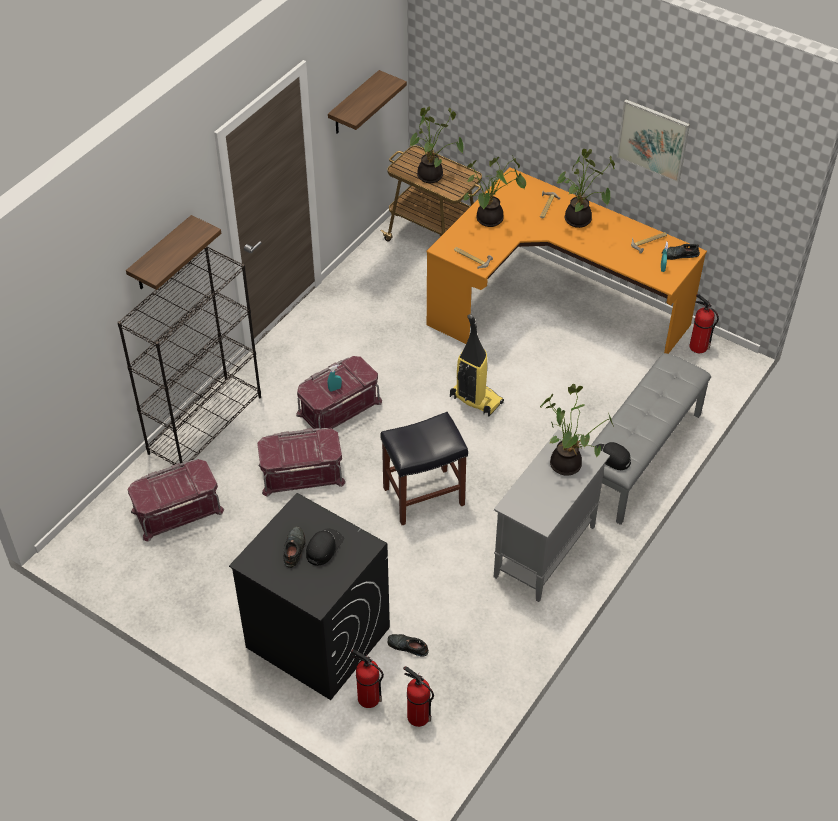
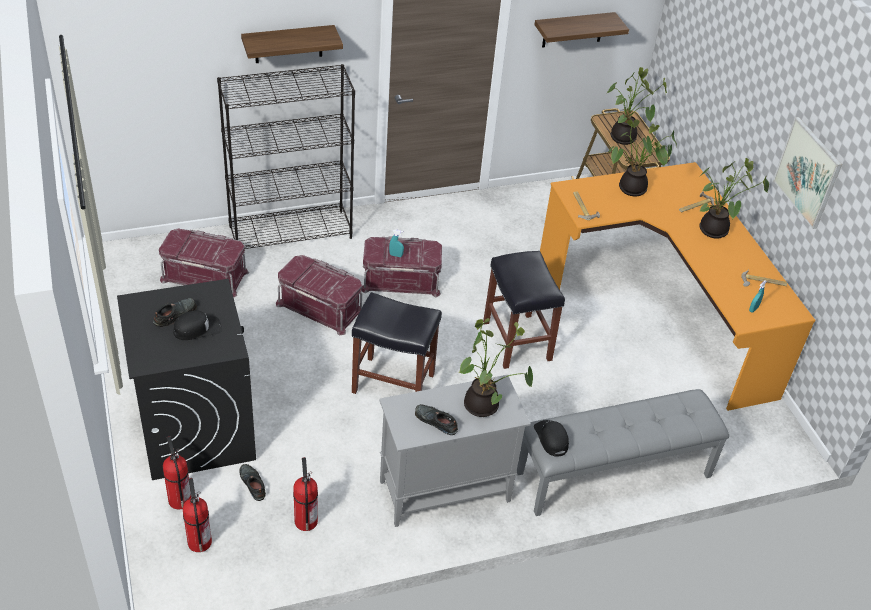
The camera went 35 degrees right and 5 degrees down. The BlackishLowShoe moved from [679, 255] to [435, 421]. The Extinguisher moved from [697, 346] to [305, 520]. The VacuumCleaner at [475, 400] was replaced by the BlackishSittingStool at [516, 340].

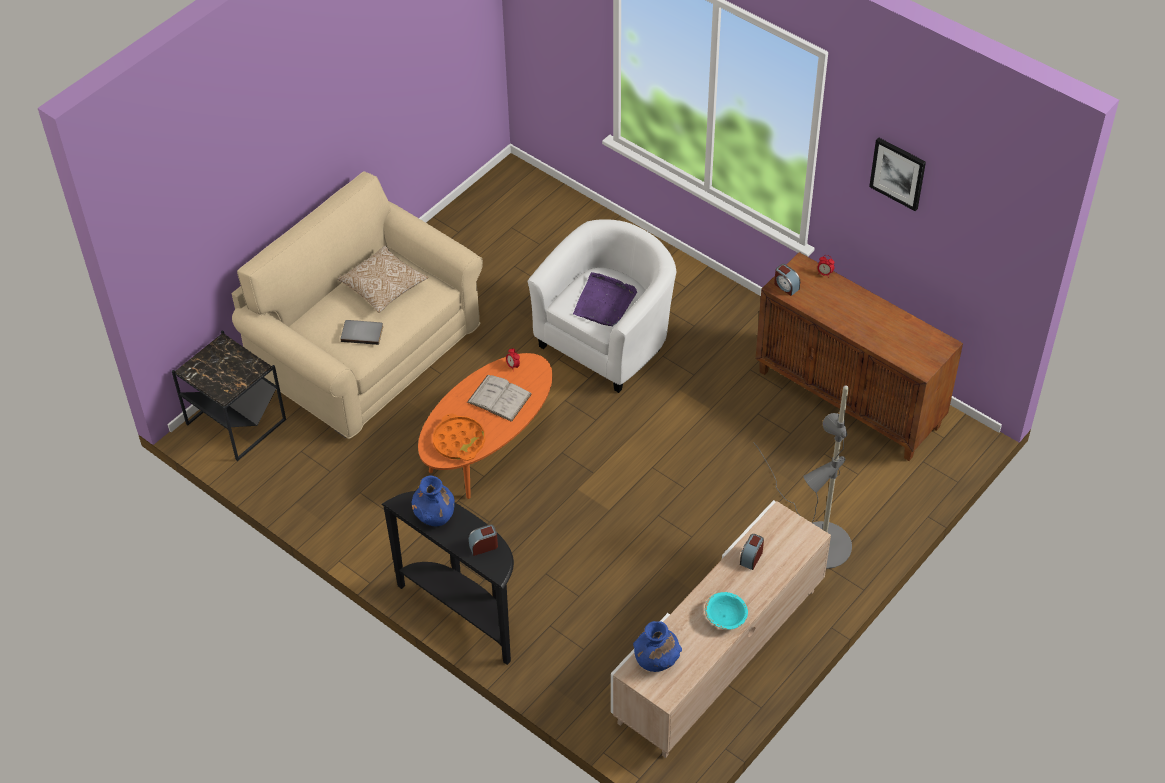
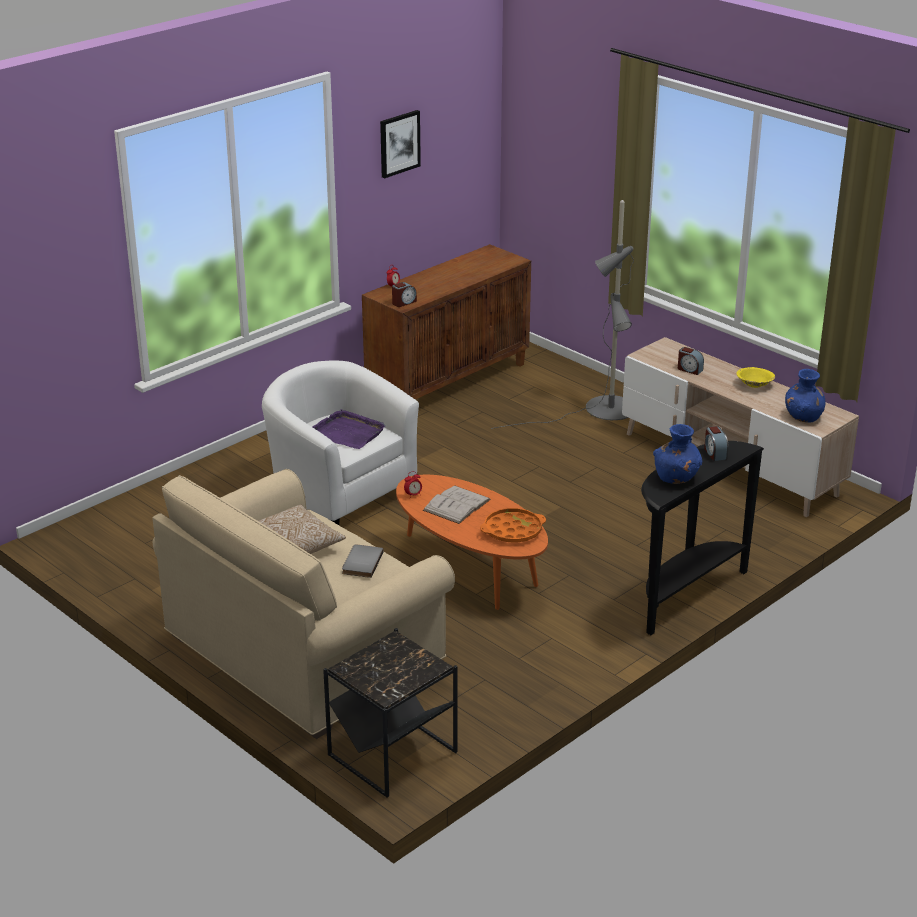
The camera went 85 degrees left and 20 degrees down. The BlueGreenBowl at [725, 617] became the YellowBowl at [754, 384].

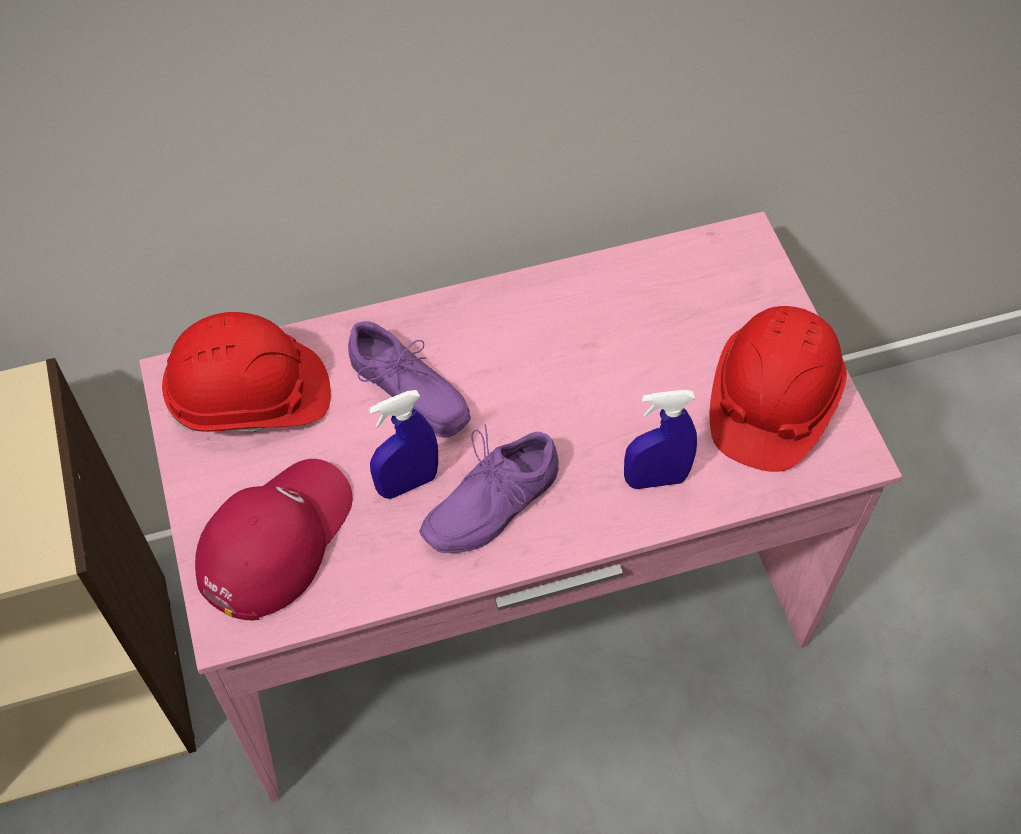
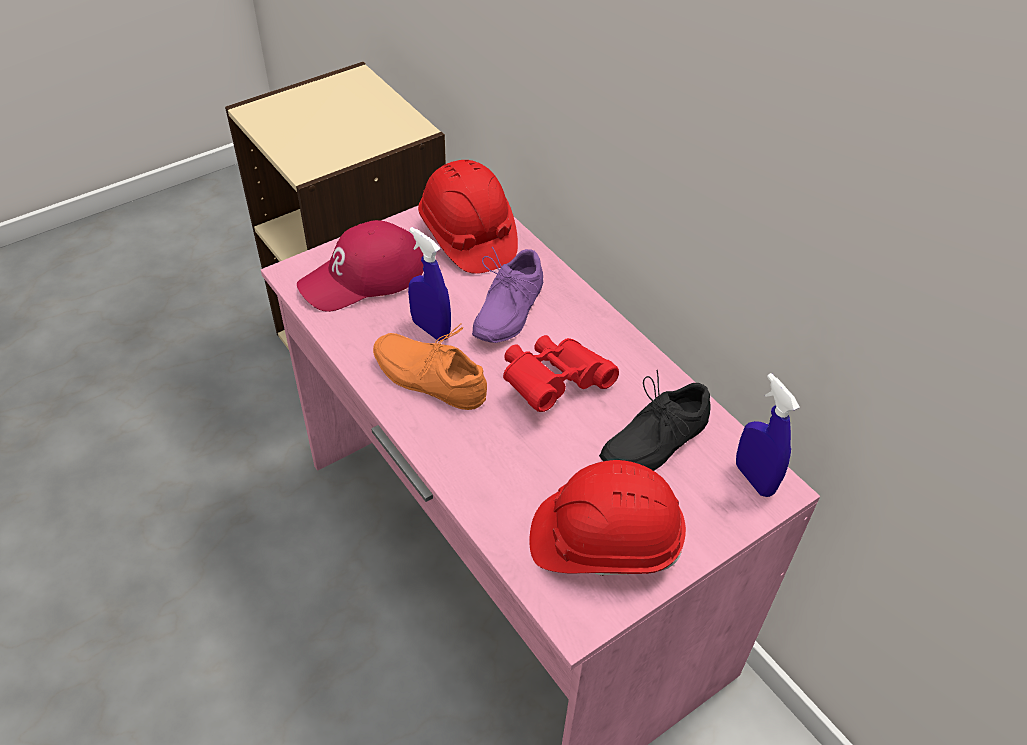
The camera went 70 degrees right and 10 degrees down. The BlueColouredSprayBottle moved from [655, 479] to [754, 478]. The PurpleColouredLowShoe at [487, 501] became the OrangeLowShoe at [432, 376]. The ReddishCap at [275, 539] turned 135 degrees clockwise. The ReddishFieldGlasses at [553, 384] appeared. The BlackishLowShoe at [651, 439] appeared.

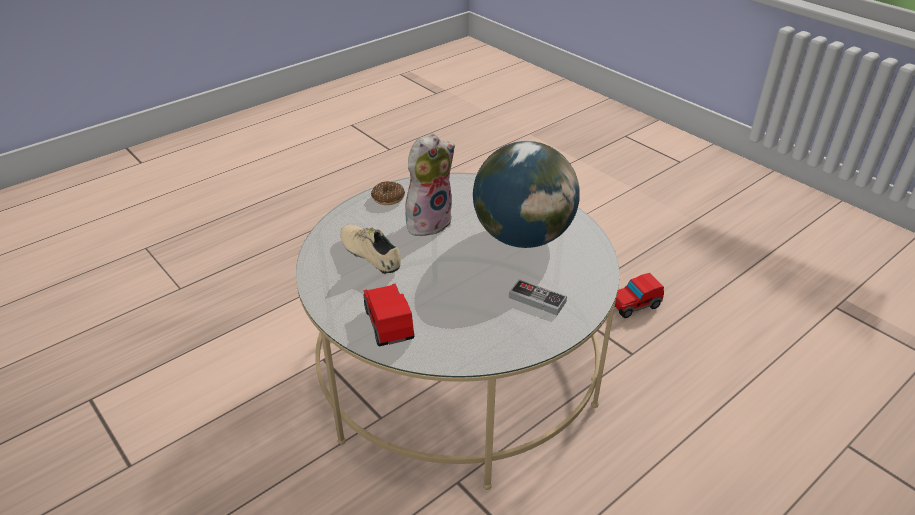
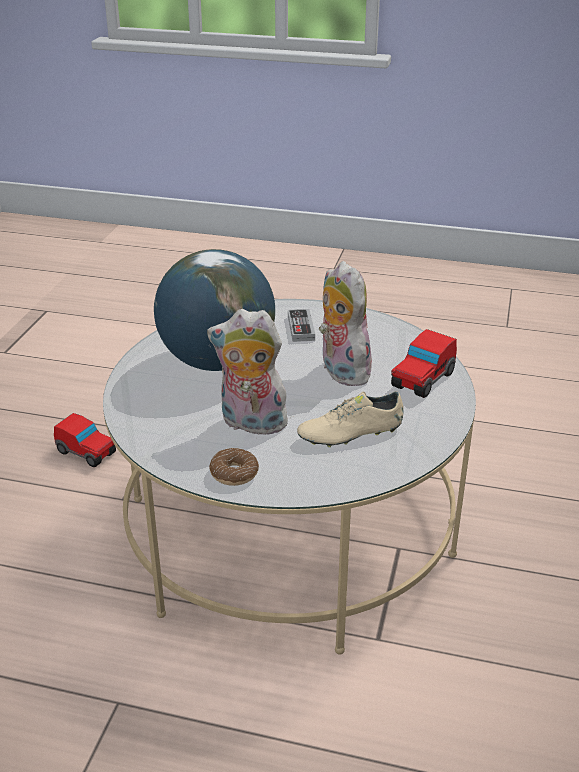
The camera went 125 degrees left and 5 degrees down. The BeigeLowShoe at [370, 255] turned 60 degrees clockwise. The SoftToy at [340, 371] appeared.

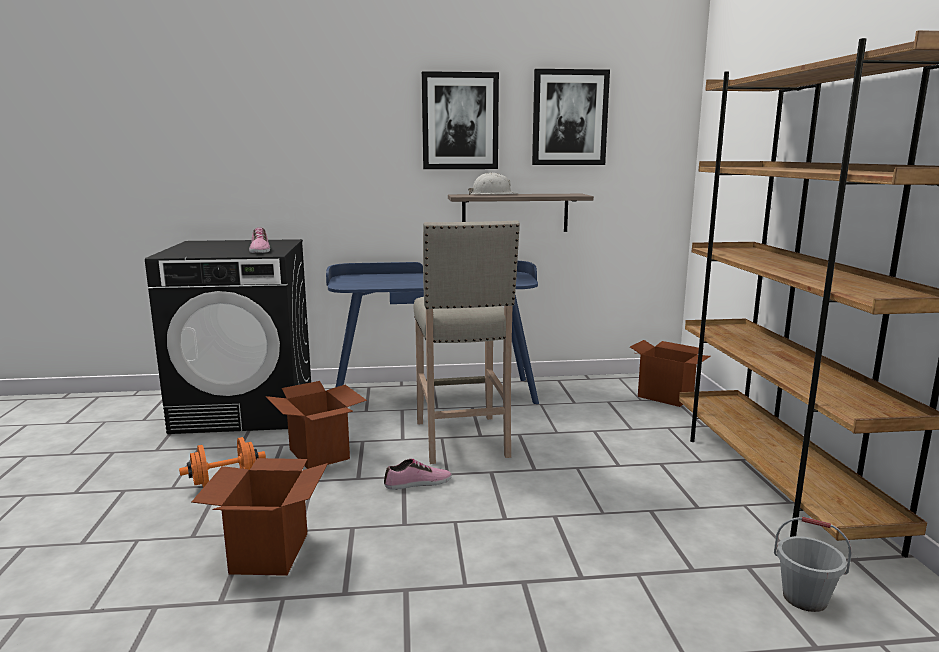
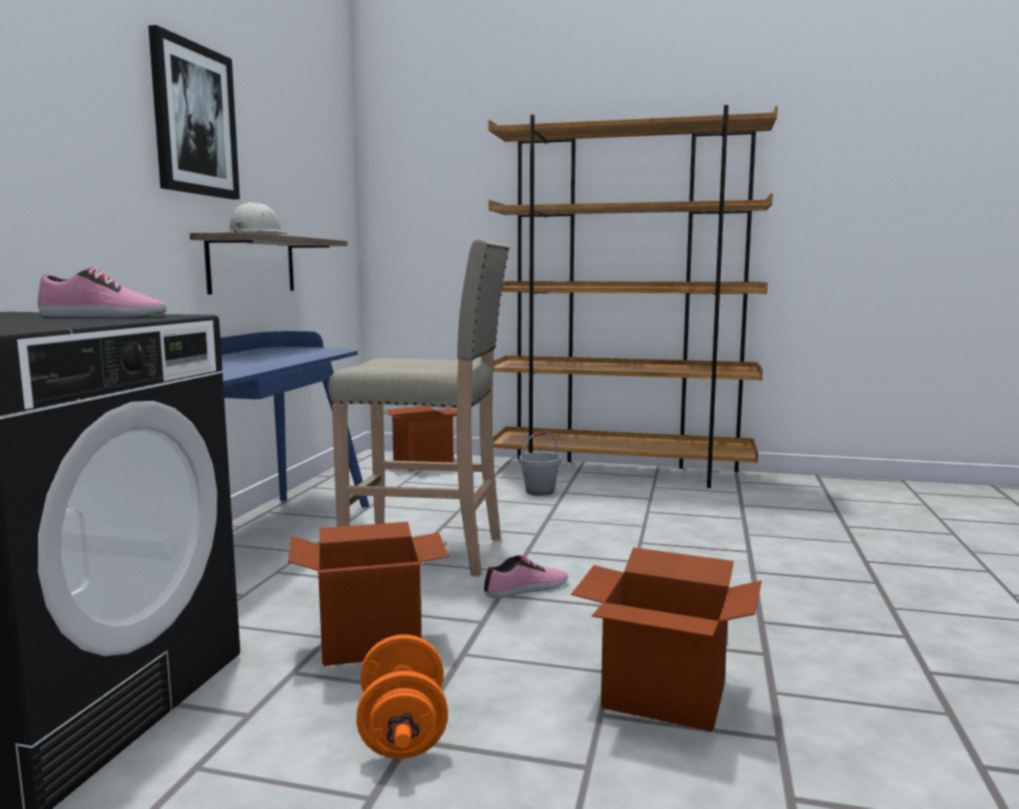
The camera went 70 degrees left and 5 degrees down. The Picture at [569, 118] disappeared. The LowShoe at [418, 483] turned 60 degrees clockwise. The GreyWaterBucket moved from [805, 598] to [539, 491].

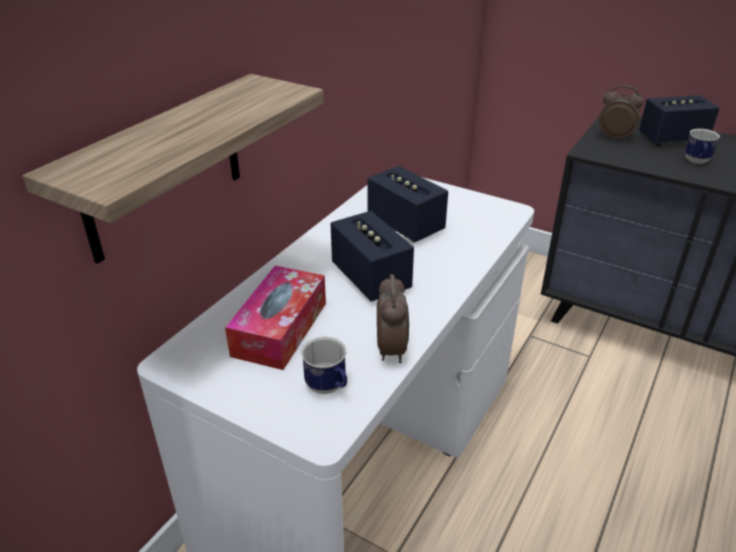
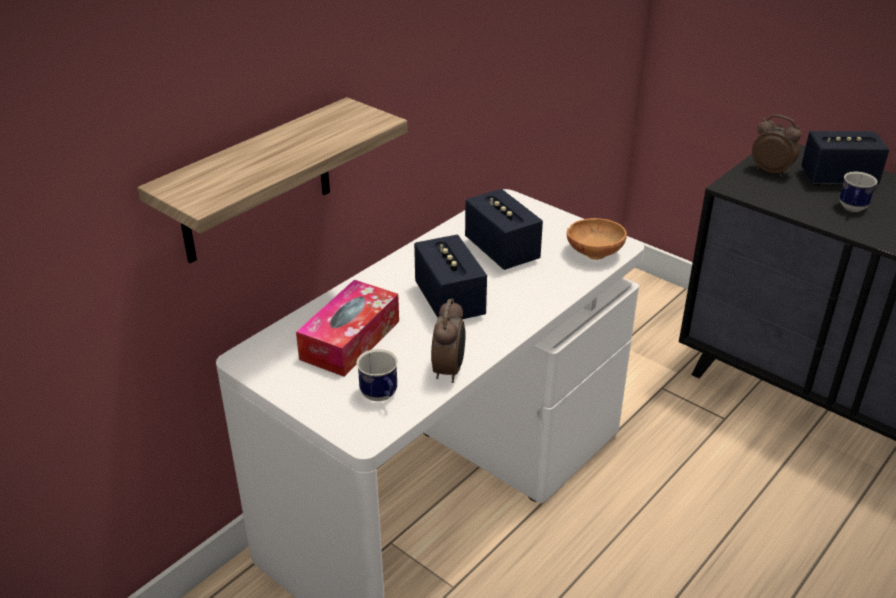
The camera went 10 degrees right and 0 degrees up. The BrownColouredBowl at [594, 252] appeared.

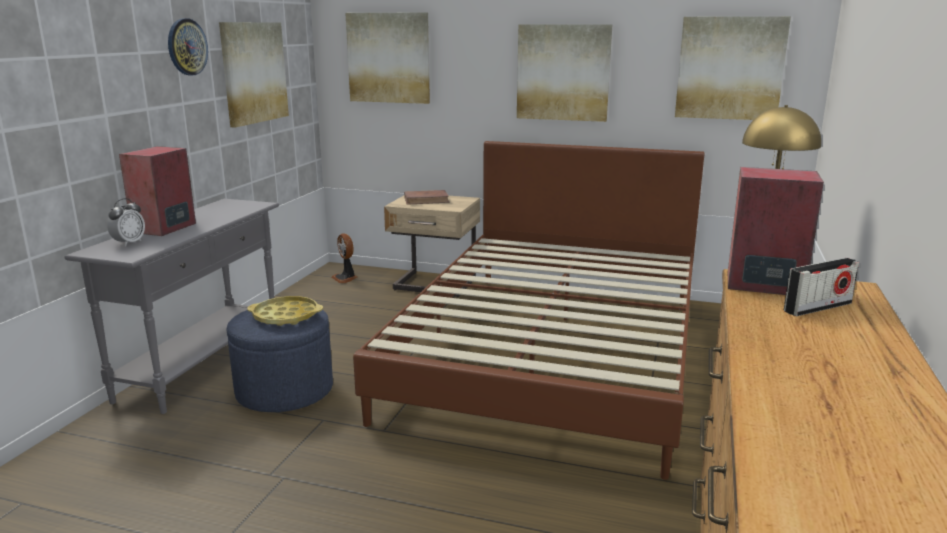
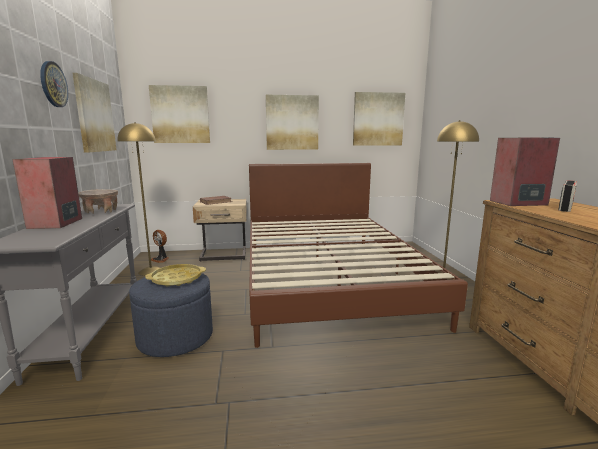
The camera went 25 degrees left and 5 degrees down. The AlarmClock at [129, 243] disappeared. The YellowFloorLamp at [151, 271] appeared. The BeigeBowl at [100, 212] appeared.

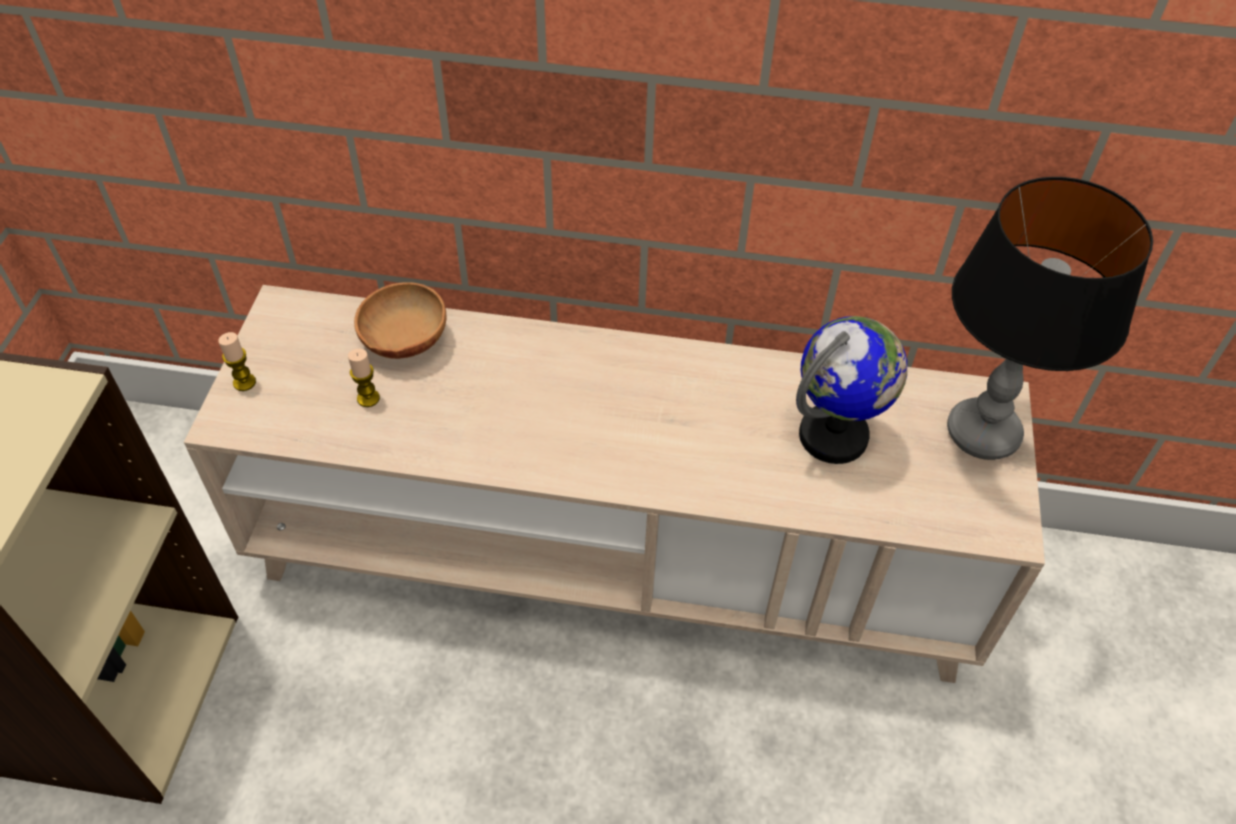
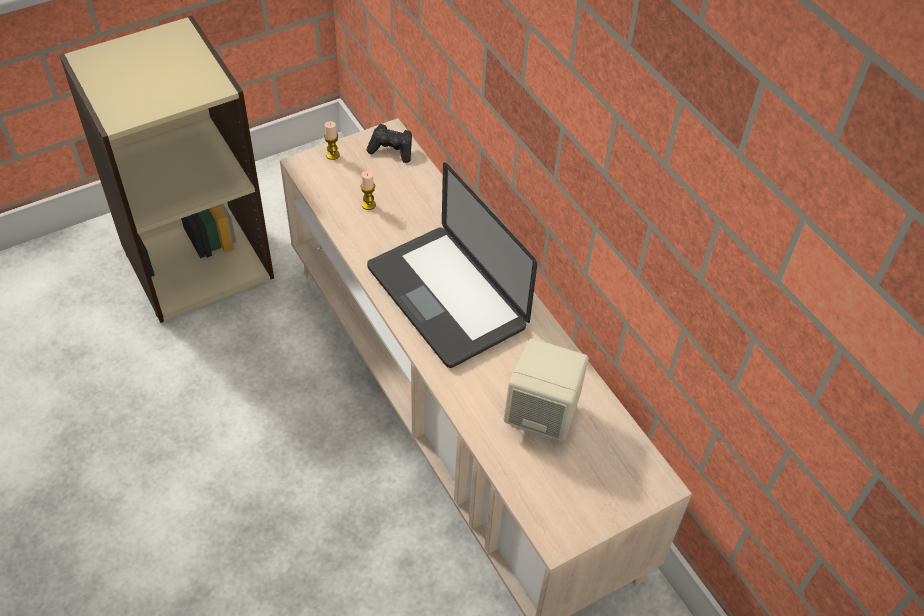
The camera went 50 degrees right and 0 degrees up. The TableLamp at [983, 434] disappeared. The BrownColouredBowl at [403, 341] disappeared. The DeskGlobe at [834, 436] was replaced by the BeigeAudioSpeaker at [542, 414]. The BlackishGamepad at [392, 150] appeared. The PortableComputer at [446, 297] appeared.

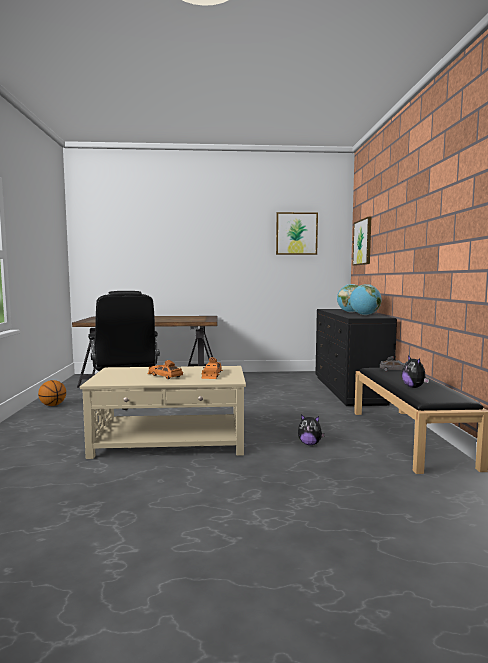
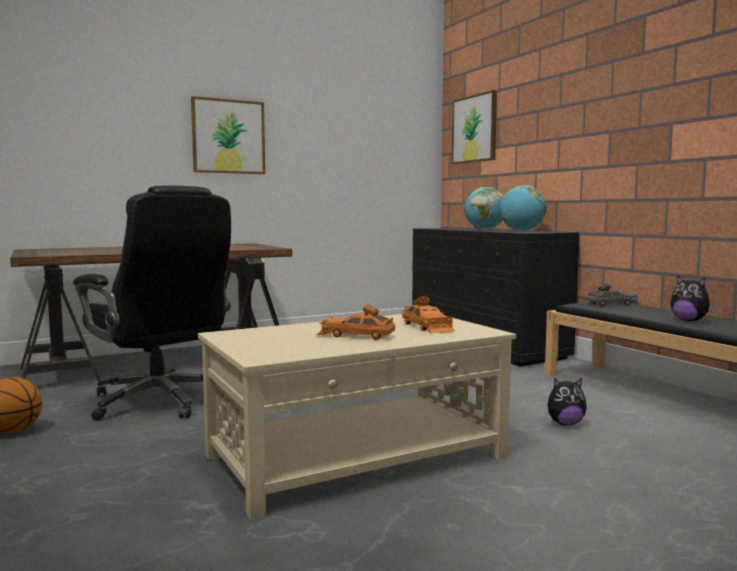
The camera went 25 degrees left and 0 degrees up. The Picture moved from [296, 233] to [228, 136].

